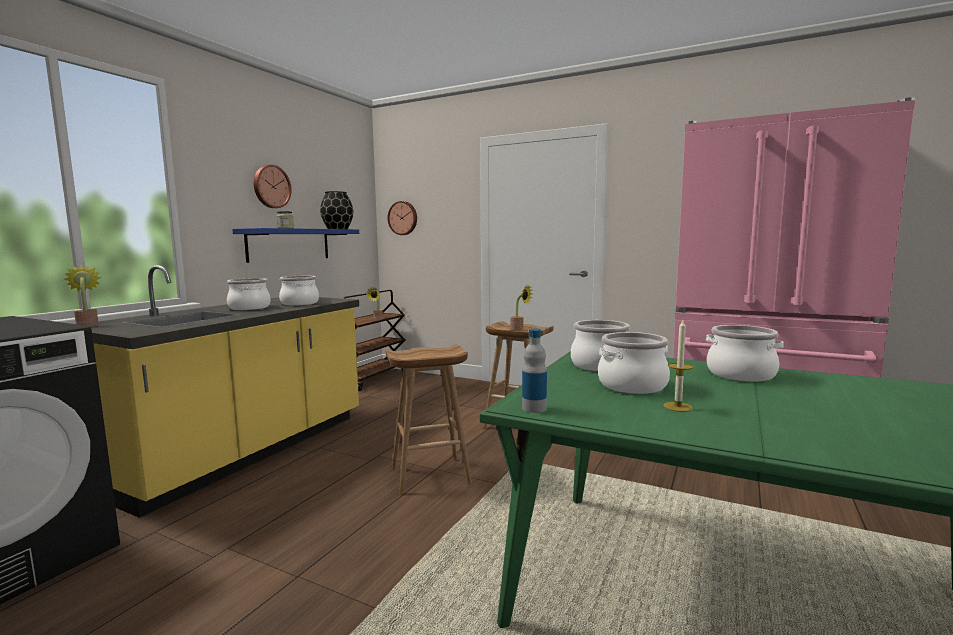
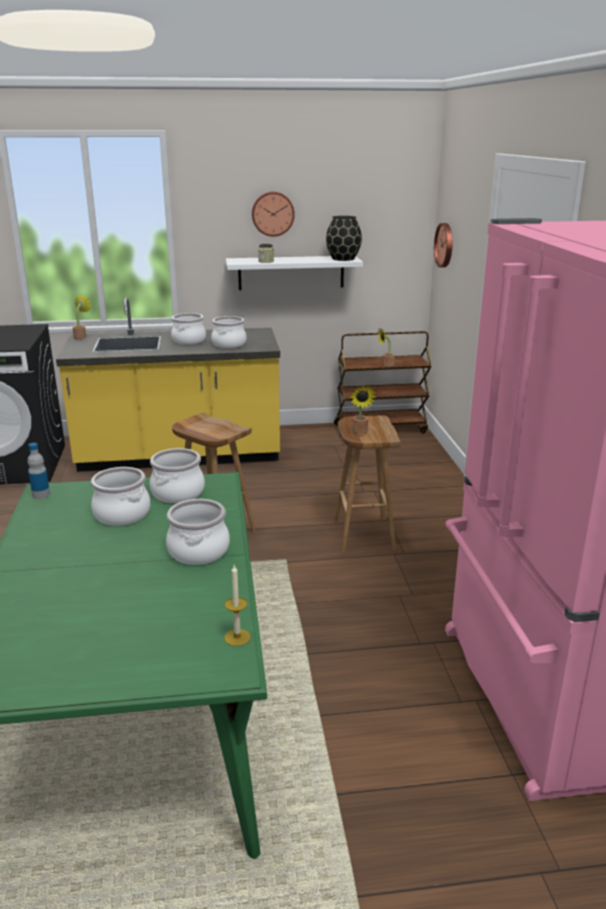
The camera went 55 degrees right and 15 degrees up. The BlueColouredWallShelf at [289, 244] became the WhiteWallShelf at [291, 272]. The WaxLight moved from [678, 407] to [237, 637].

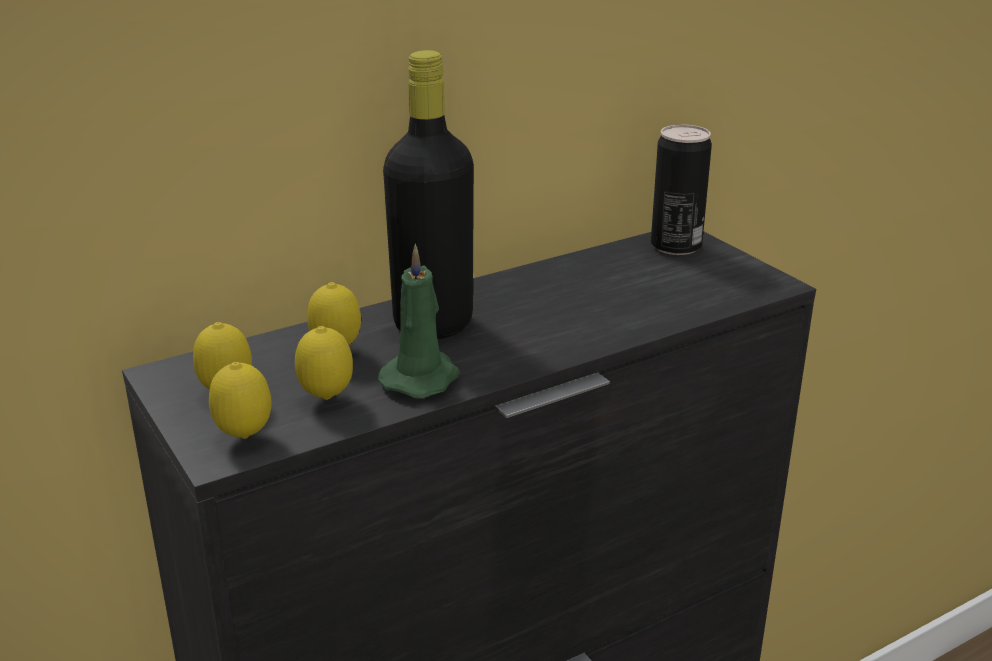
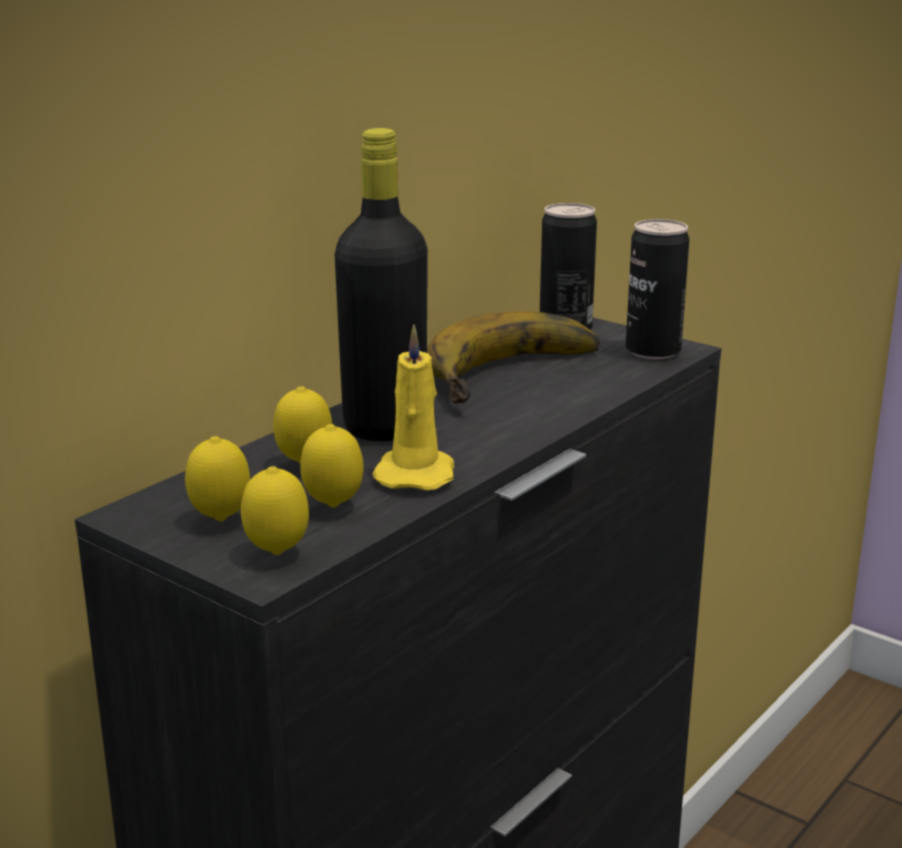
The camera went 20 degrees left and 5 degrees down. The GreenWaxLight at [422, 378] became the YellowWaxLight at [416, 473]. The Can at [653, 350] appeared. The Banana at [523, 376] appeared.

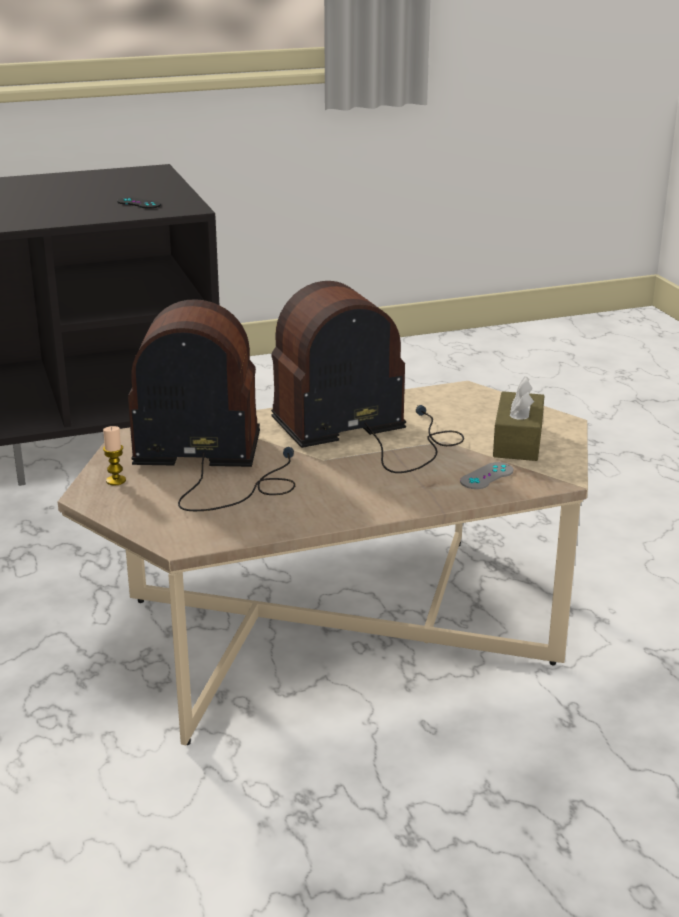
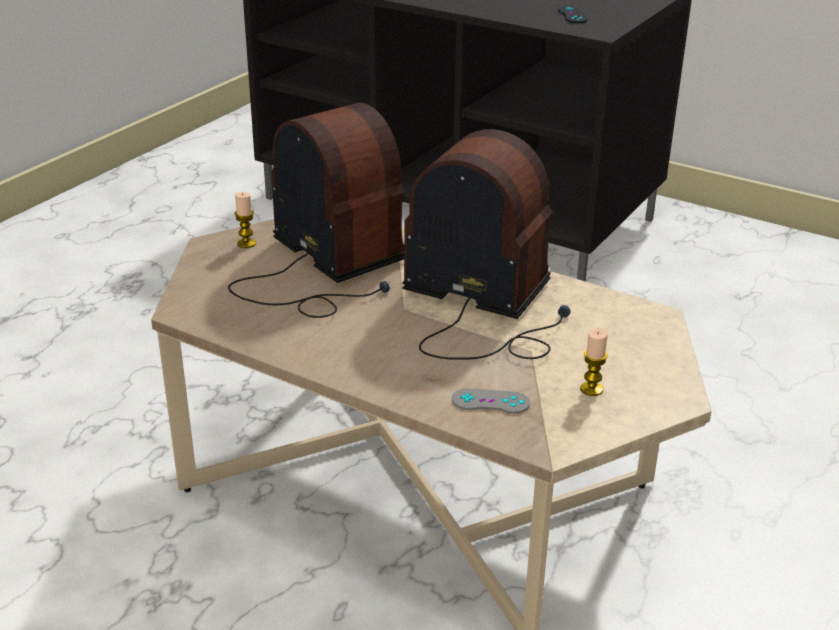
The camera went 50 degrees right and 5 degrees up. The BrownColouredBoxOfTissues at [518, 441] was replaced by the WaxLight at [591, 389].

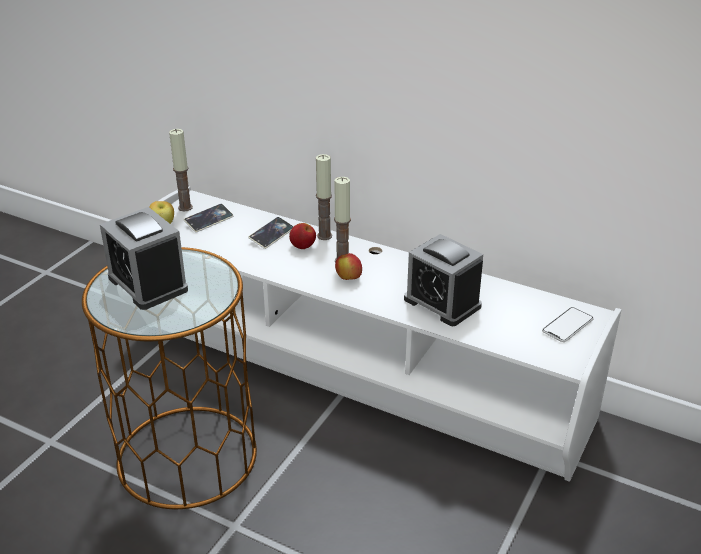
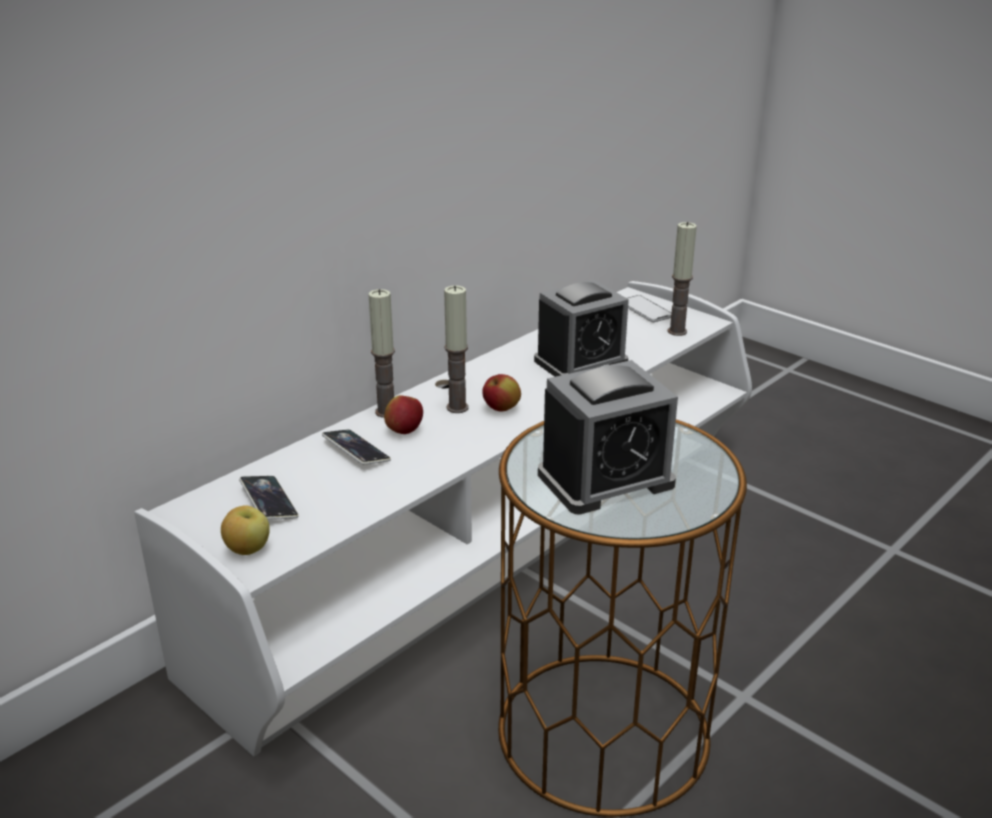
The camera went 75 degrees left and 5 degrees down. The WaxLight moved from [185, 207] to [677, 331].

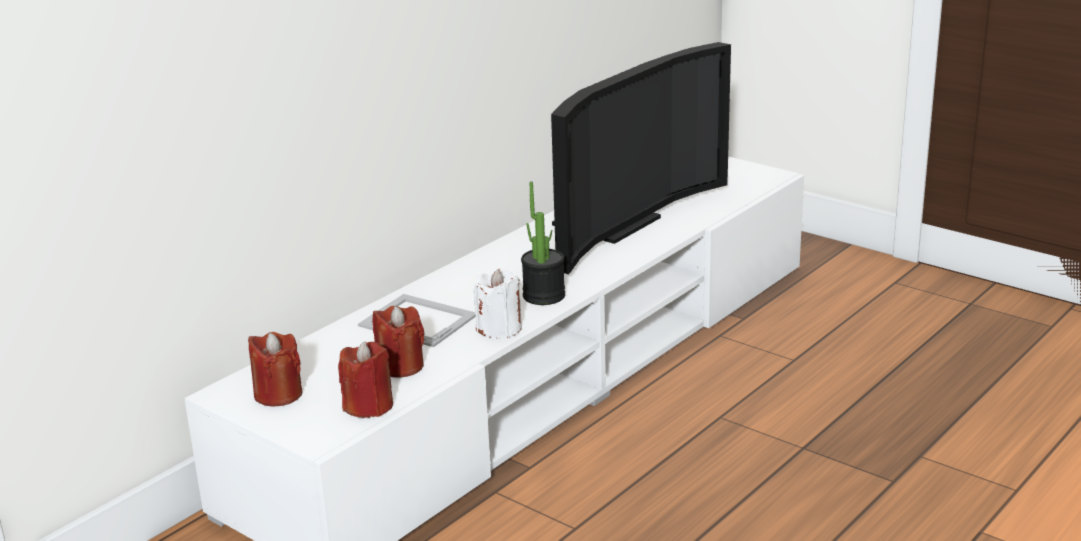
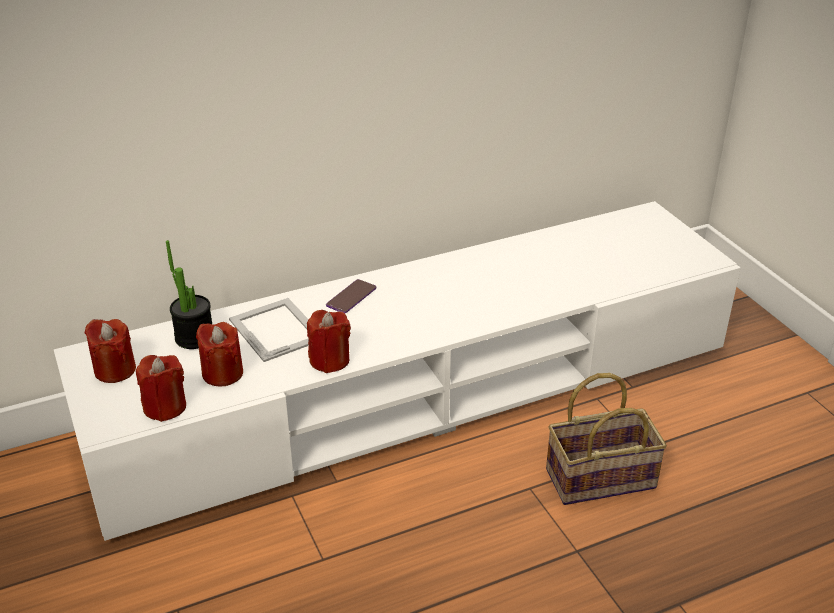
The camera went 25 degrees right and 10 degrees up. The Television at [618, 225] disappeared. The PlantInAPot moved from [544, 296] to [195, 337]. The WhiteWaxLight at [499, 329] became the ReddishWaxLight at [329, 360]. The Handset at [351, 297] appeared. The HouseholdBasket at [602, 476] appeared.

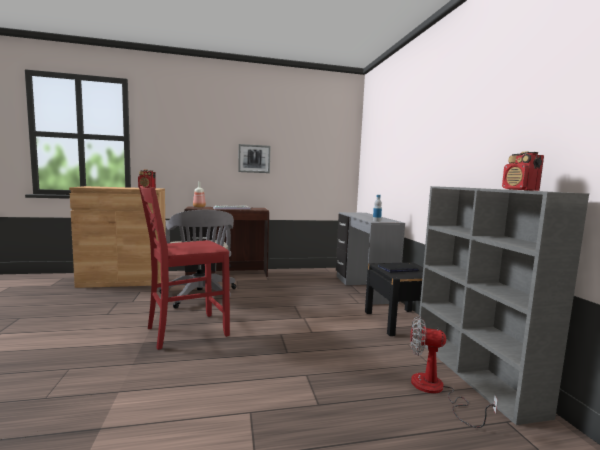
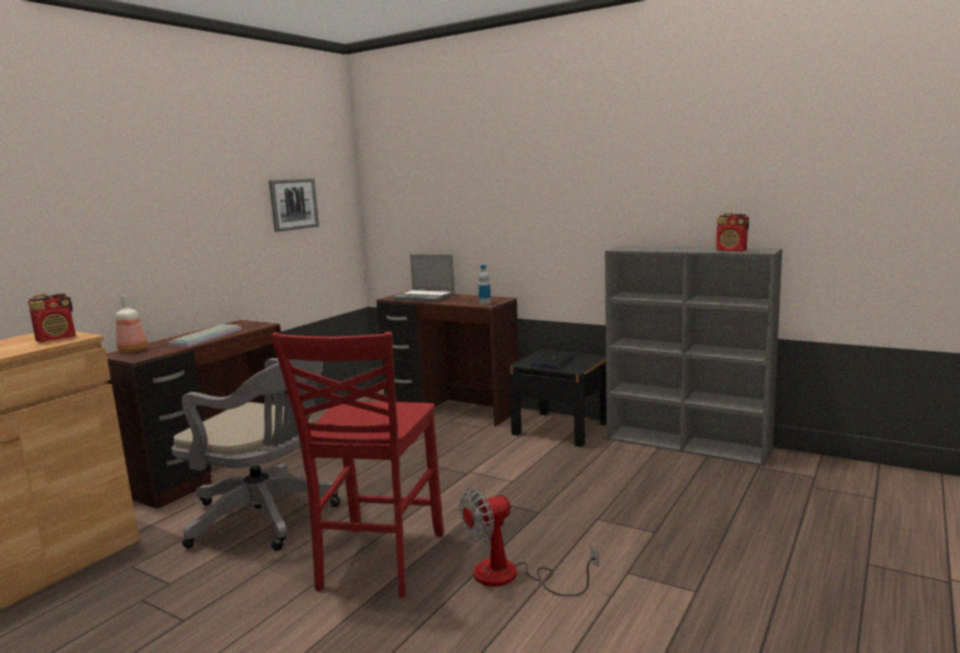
The camera went 45 degrees left and 5 degrees up. The Picture moved from [254, 158] to [293, 204]. The GreyDeskTable at [362, 289] became the BrownColouredDeskTable at [451, 409]. The ElectricFan moved from [435, 391] to [511, 576]. The PortableComputer at [425, 297] appeared.

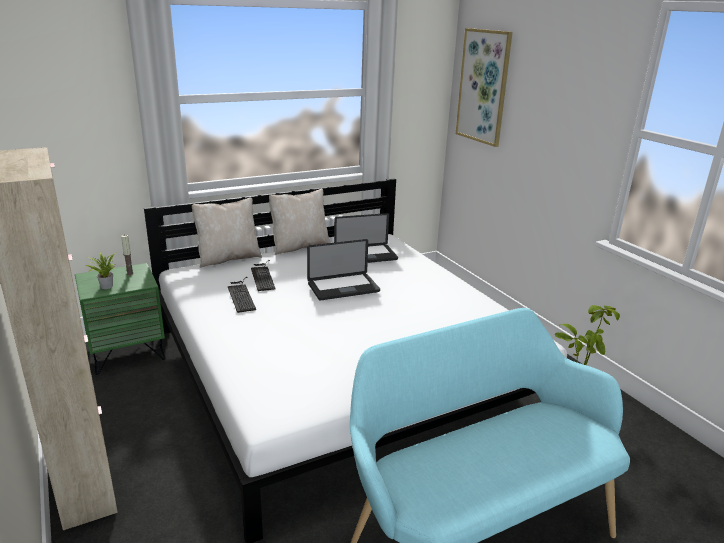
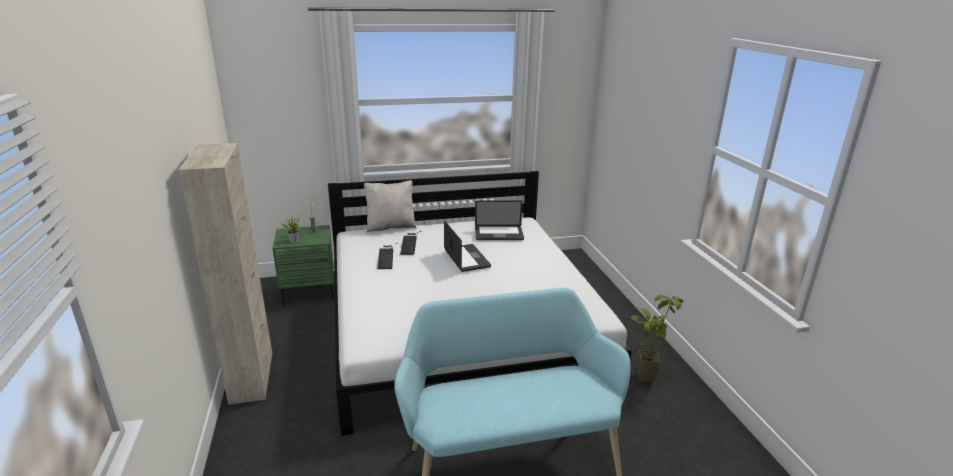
The camera went 15 degrees right and 0 degrees up. The Picture at [483, 87] disappeared. The BeigePillow at [299, 246] disappeared. The PortableComputer at [343, 288] turned 105 degrees counterclockwise.

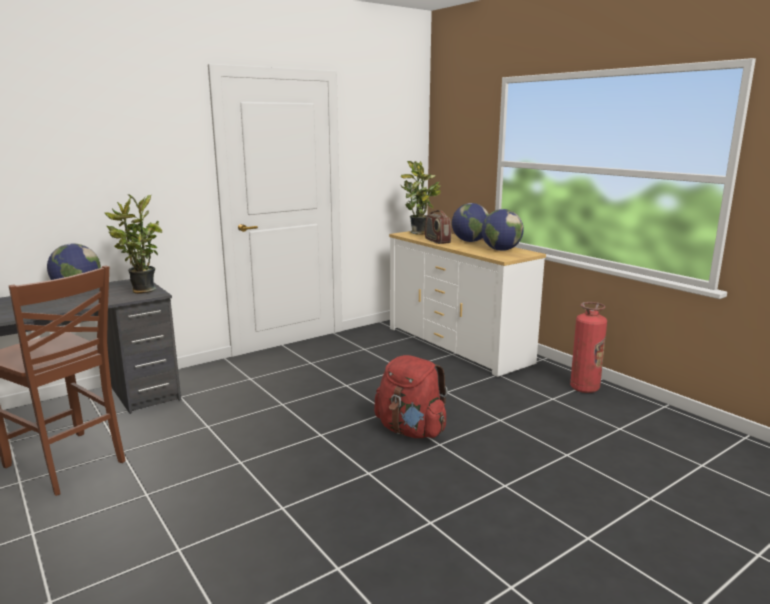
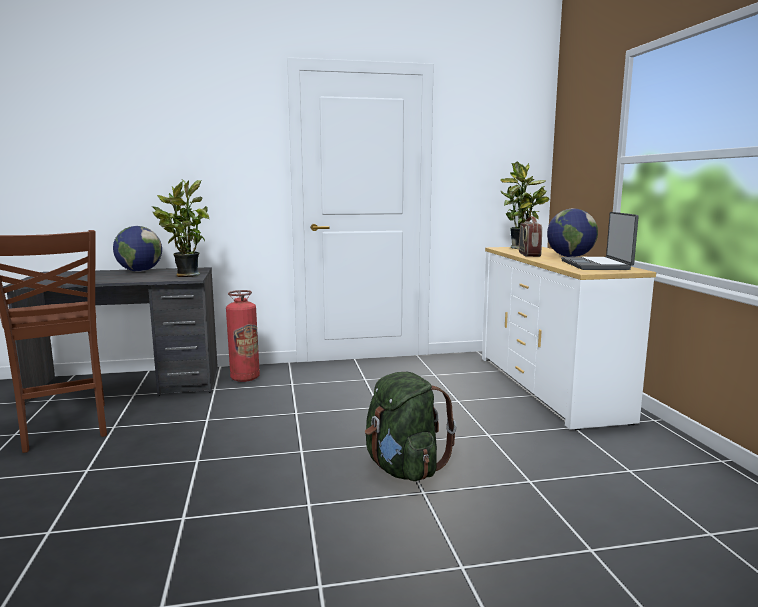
The camera went 25 degrees right and 5 degrees down. The DeskGlobe at [501, 250] was replaced by the PortableComputer at [597, 265]. The Extinguisher moved from [584, 388] to [245, 378]. The ReddishKnapsack at [411, 430] became the GreenKnapsack at [403, 469].

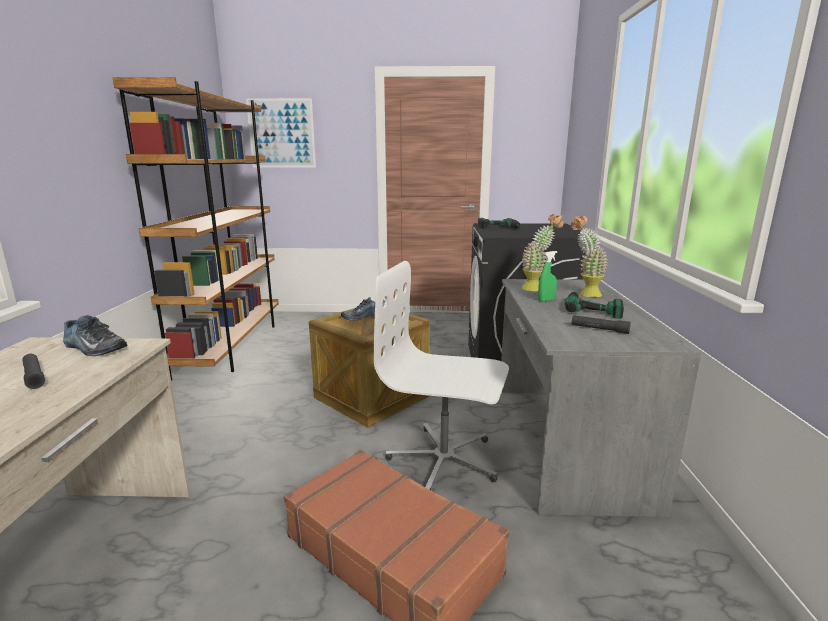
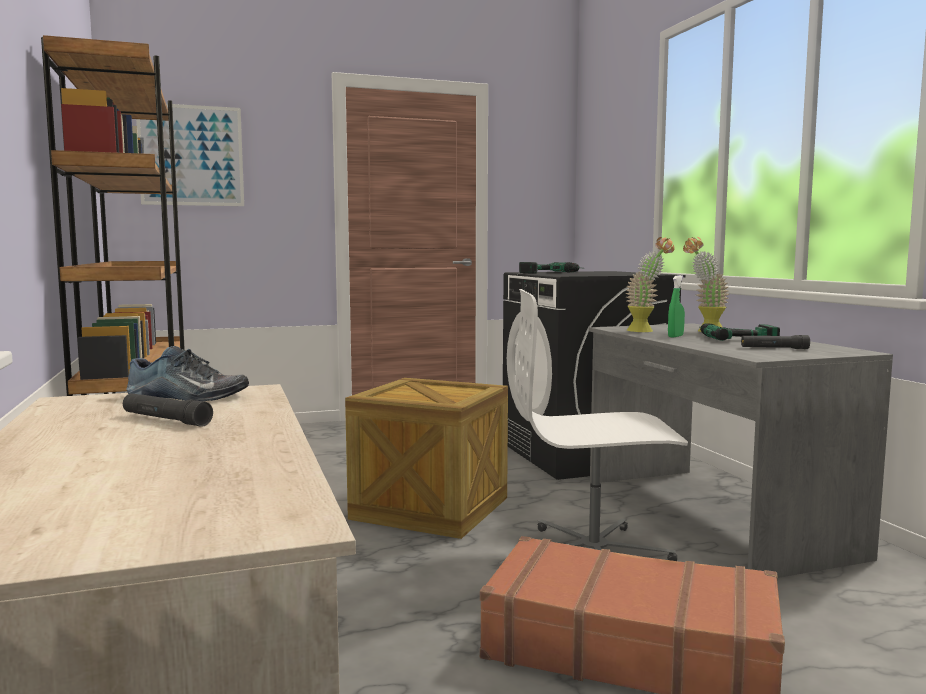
The camera went 20 degrees left and 10 degrees down. The LowShoe at [363, 316] disappeared.

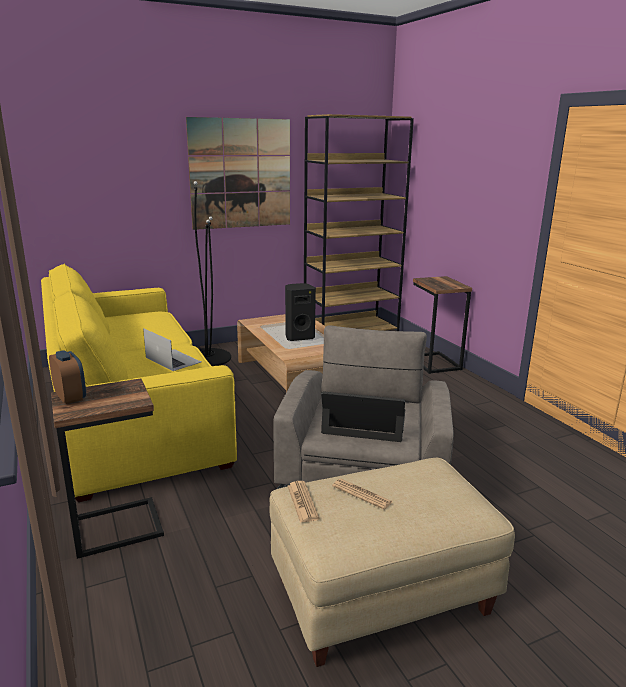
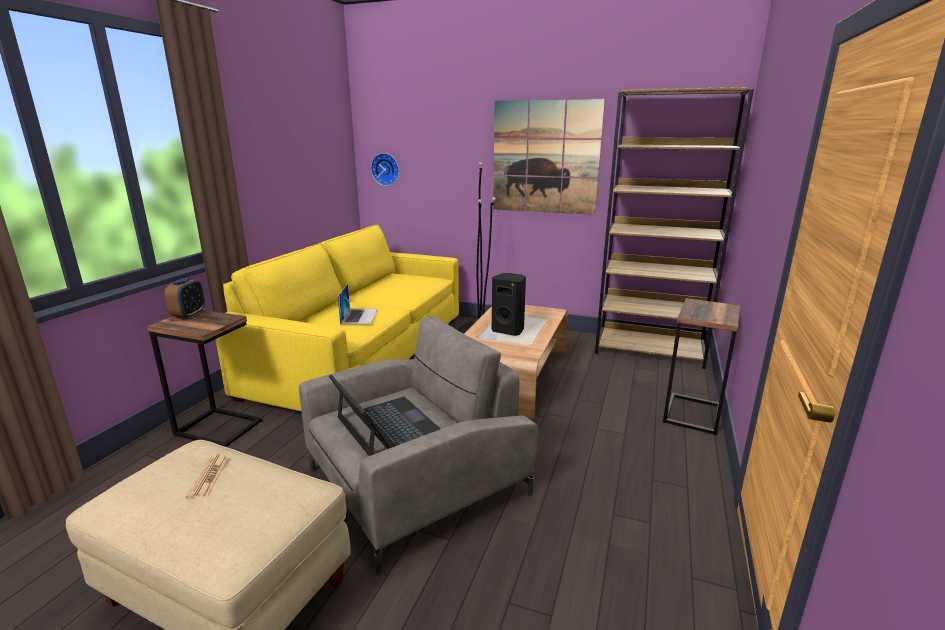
The camera went 45 degrees right and 0 degrees up. The DailyPaper at [302, 502] disappeared. The HangingClock at [386, 169] appeared.

